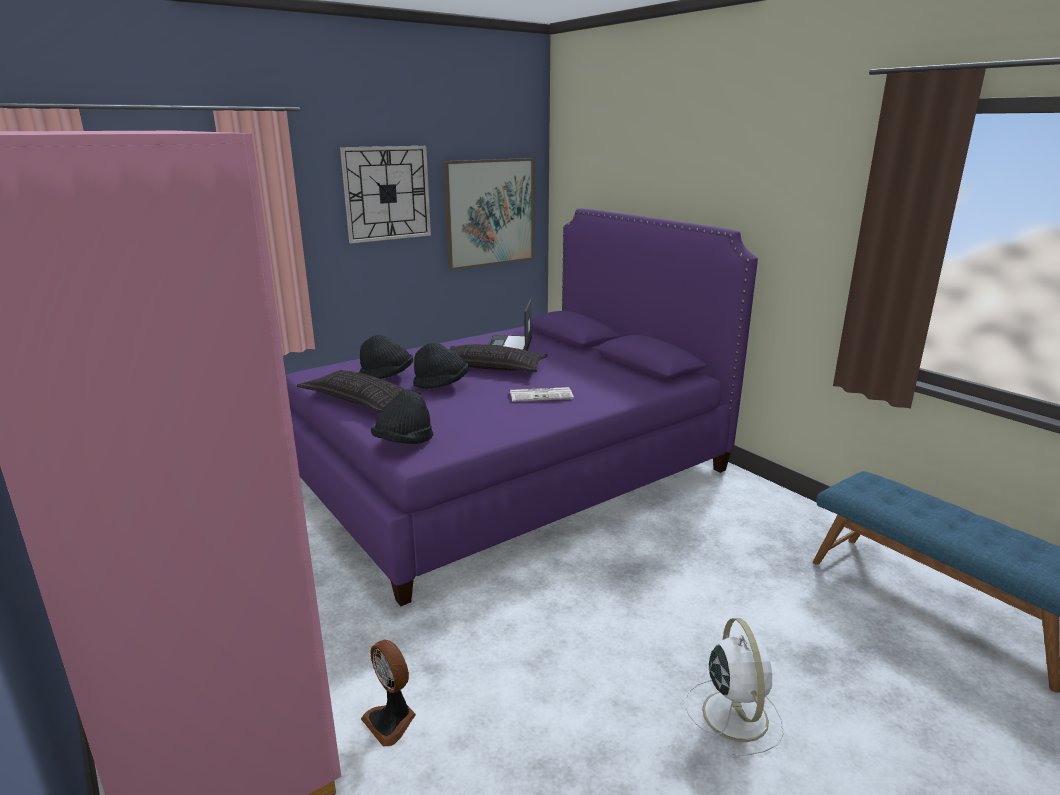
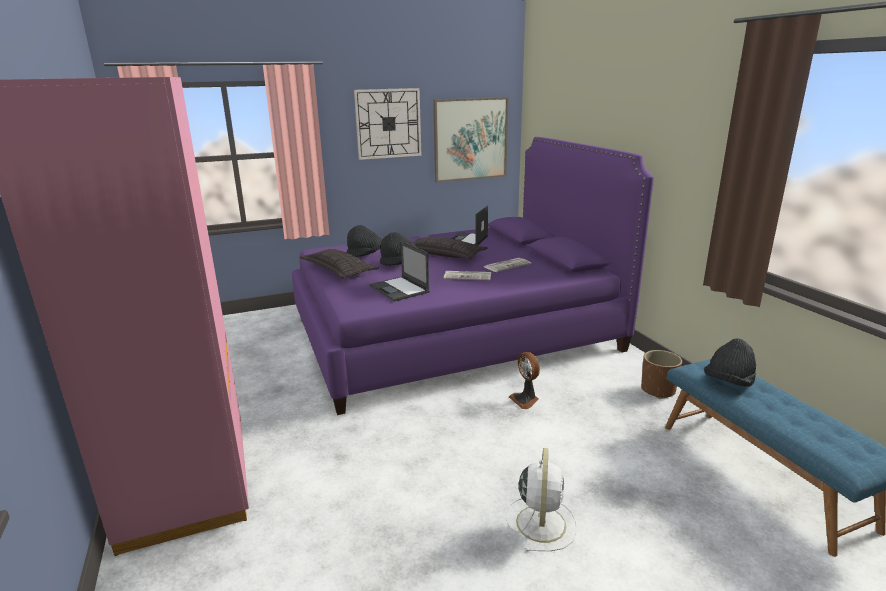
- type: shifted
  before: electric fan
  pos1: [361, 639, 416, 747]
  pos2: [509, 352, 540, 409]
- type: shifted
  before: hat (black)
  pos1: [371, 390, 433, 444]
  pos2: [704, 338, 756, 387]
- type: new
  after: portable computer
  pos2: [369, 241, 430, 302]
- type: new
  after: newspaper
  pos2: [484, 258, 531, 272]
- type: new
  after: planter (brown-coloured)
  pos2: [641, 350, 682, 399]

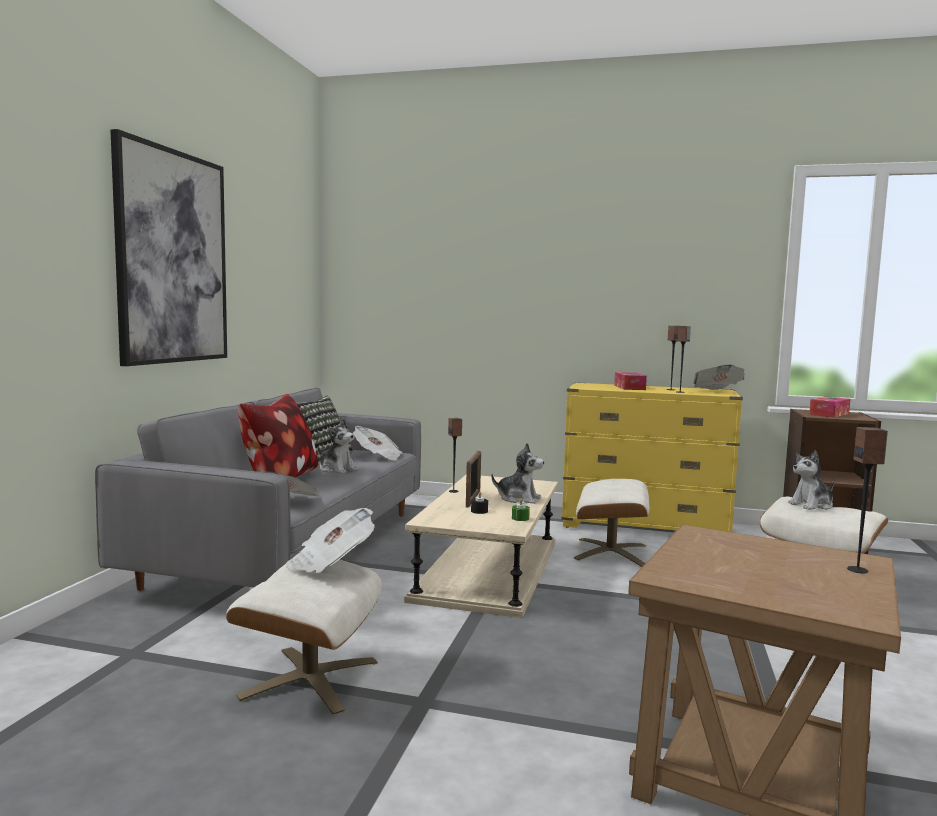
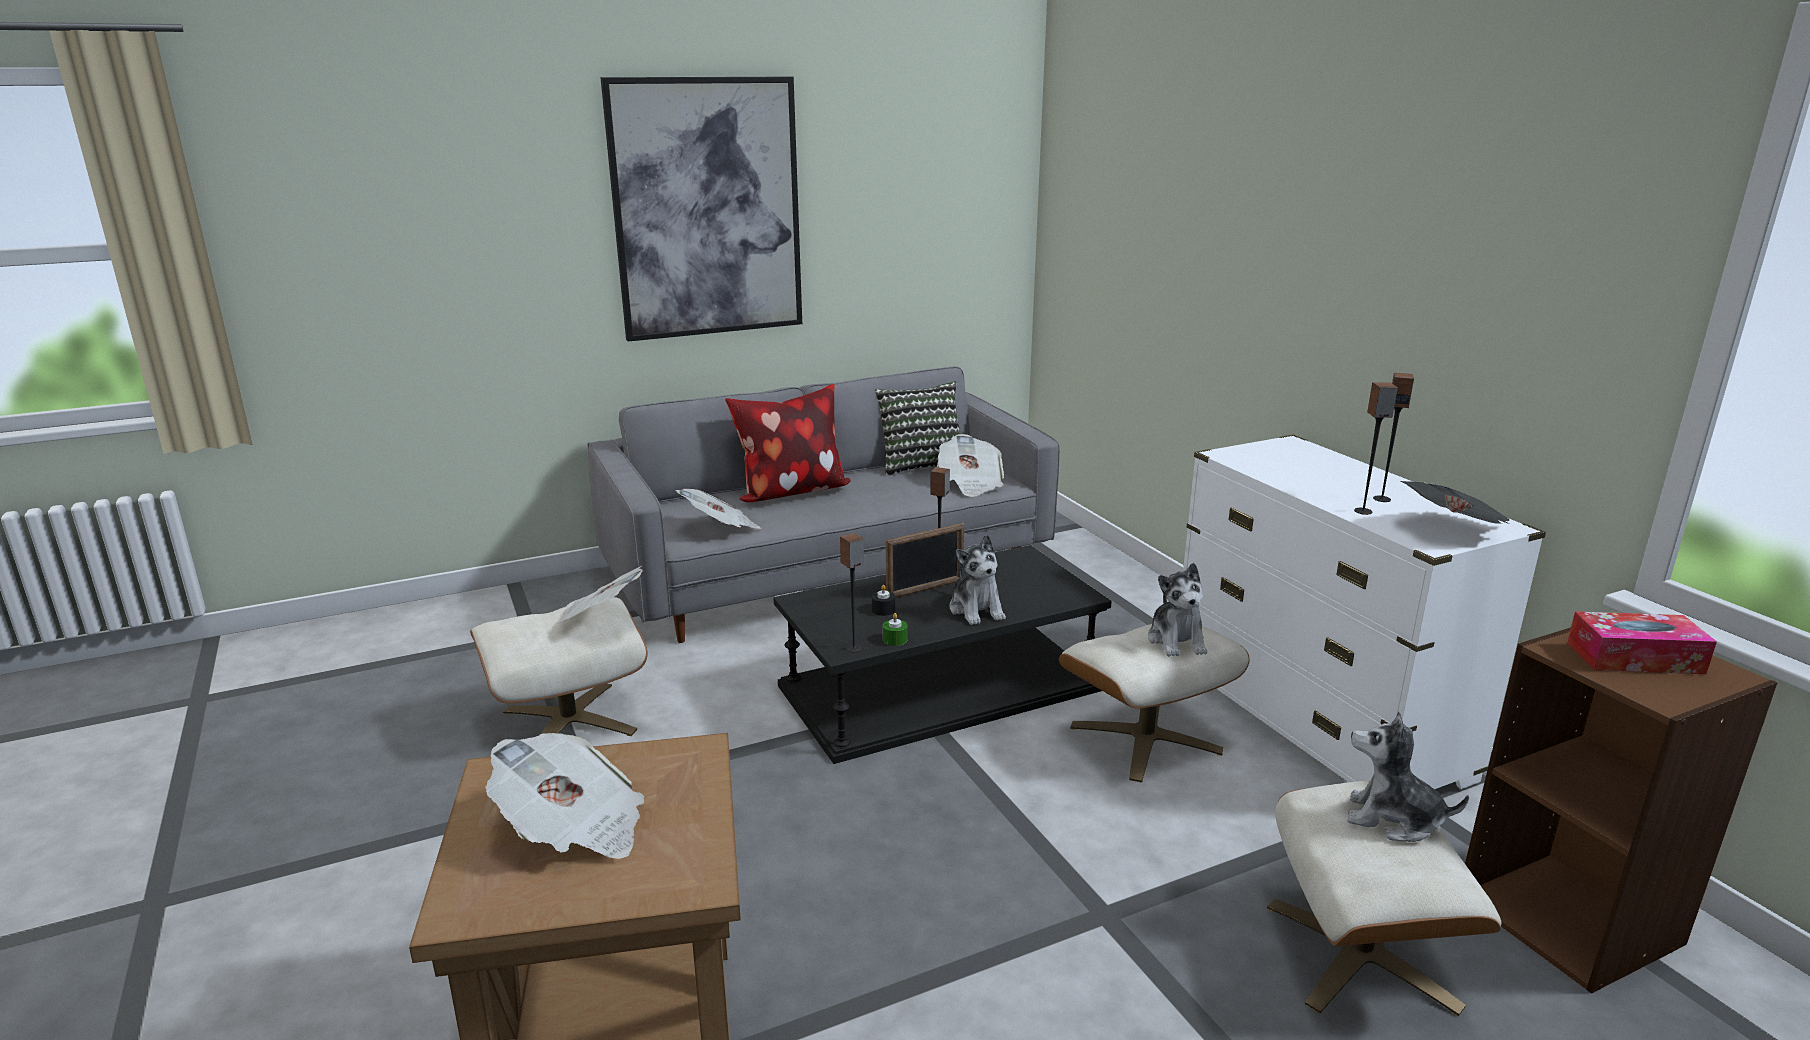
- type: shifted
  before: soft toy
  pos1: [318, 419, 358, 474]
  pos2: [1148, 563, 1207, 657]
- type: repainted
  before: lounge table (beige-coloured)
  after: lounge table (black)
  pos1: [404, 475, 558, 618]
  pos2: [773, 545, 1112, 764]
- type: repainted
  before: chest of drawers (yellow)
  after: chest of drawers (whitish)
  pos1: [561, 382, 743, 532]
  pos2: [1183, 435, 1546, 789]
- type: gone
  before: tissue holder
  pos1: [614, 372, 647, 390]
- type: shifted
  before: audio speaker
  pos1: [847, 427, 888, 573]
  pos2: [840, 533, 864, 652]
- type: new
  after: newspaper
  pos2: [485, 733, 644, 859]

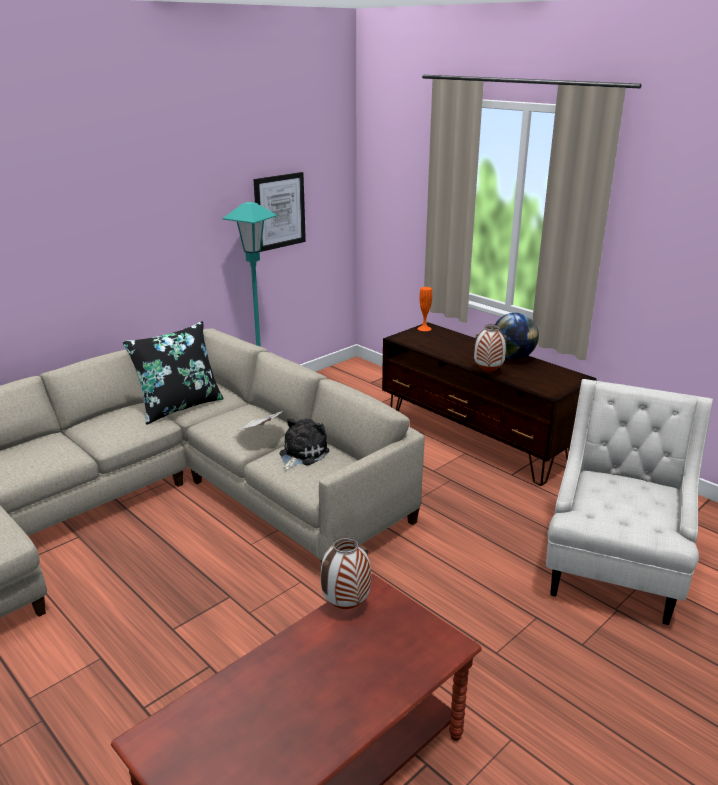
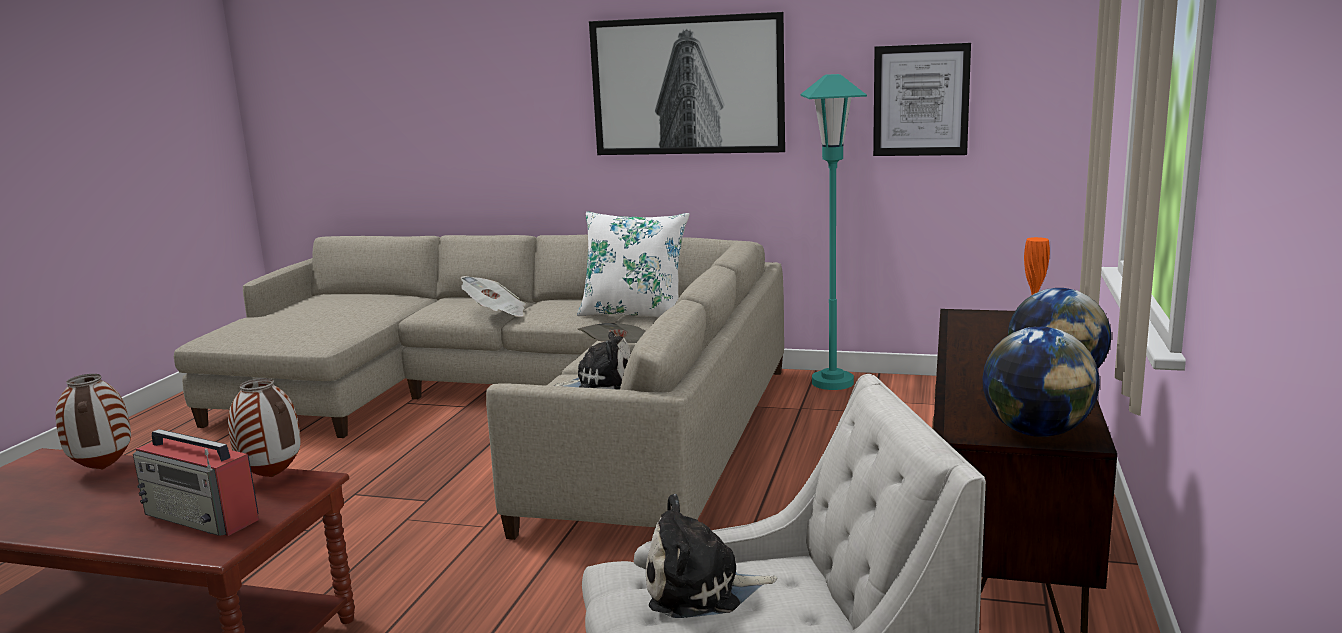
- type: repainted
  before: pillow (black)
  after: pillow (whitish)
  pos1: [122, 321, 224, 425]
  pos2: [577, 211, 689, 317]
- type: shifted
  before: decorative vase
  pos1: [474, 324, 507, 372]
  pos2: [56, 374, 131, 470]
- type: new
  after: radio set
  pos2: [133, 429, 259, 536]
- type: new
  after: newspaper
  pos2: [461, 276, 525, 317]
- type: new
  after: picture
  pos2: [589, 12, 785, 155]
- type: new
  after: soft toy
  pos2: [646, 494, 777, 618]
- type: new
  after: world globe
  pos2: [983, 327, 1100, 437]

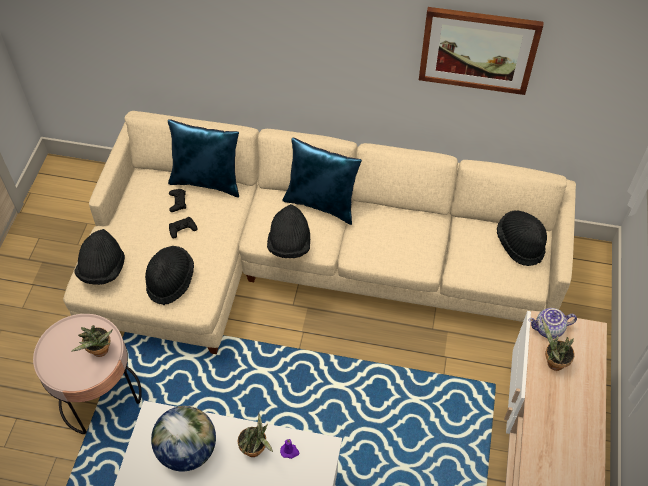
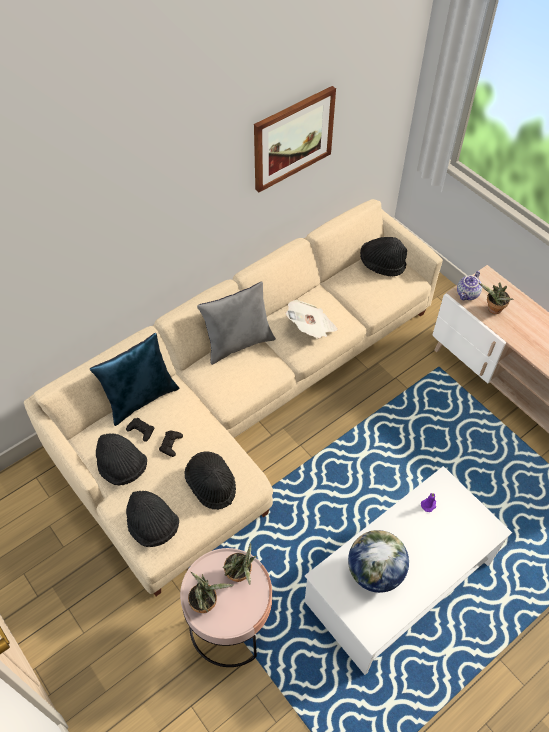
- type: shifted
  before: houseplant
  pos1: [238, 413, 273, 457]
  pos2: [188, 572, 234, 613]
- type: shifted
  before: hat (black)
  pos1: [267, 204, 310, 258]
  pos2: [96, 433, 147, 486]
- type: repainted
  before: pillow (blue)
  after: pillow (grey)
  pos1: [282, 137, 362, 225]
  pos2: [197, 281, 276, 365]
- type: new
  after: newspaper
  pos2: [285, 300, 338, 339]

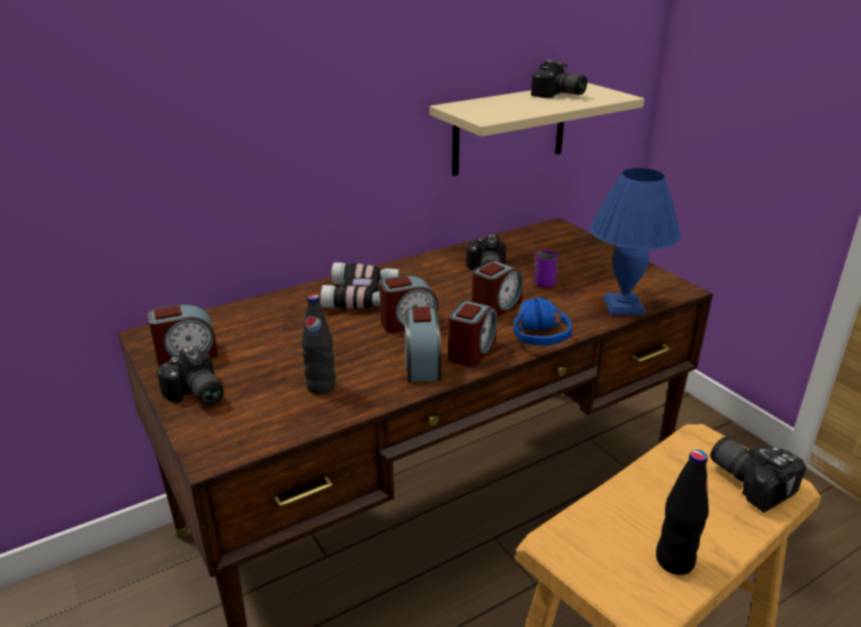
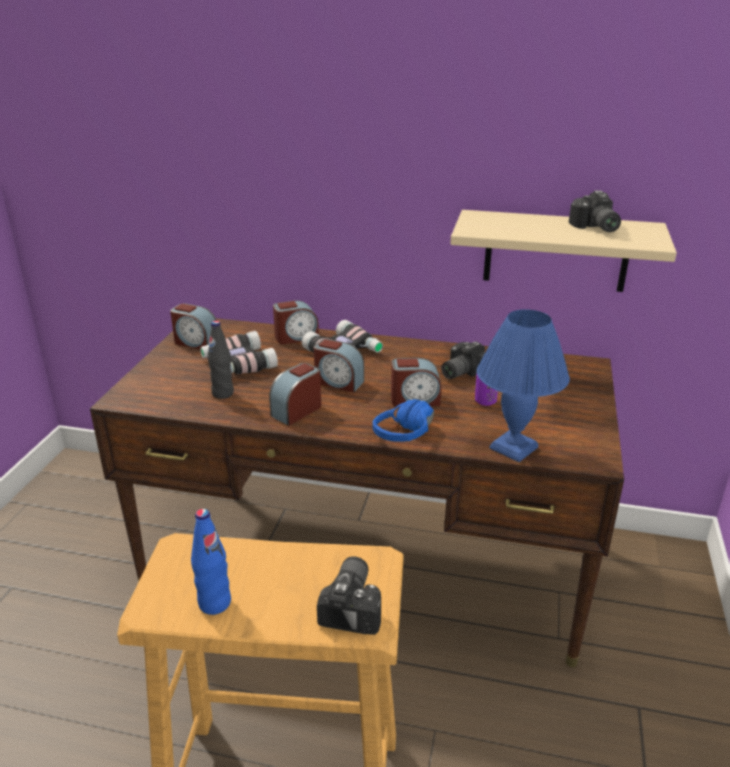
- type: gone
  before: still camera
  pos1: [157, 346, 224, 406]
- type: shifted
  before: table clock
  pos1: [448, 301, 497, 367]
  pos2: [273, 301, 319, 344]
- type: repainted
  before: bottle (black)
  after: bottle (blue)
  pos1: [656, 450, 709, 575]
  pos2: [191, 509, 231, 615]
- type: new
  after: field glasses
  pos2: [200, 331, 278, 374]

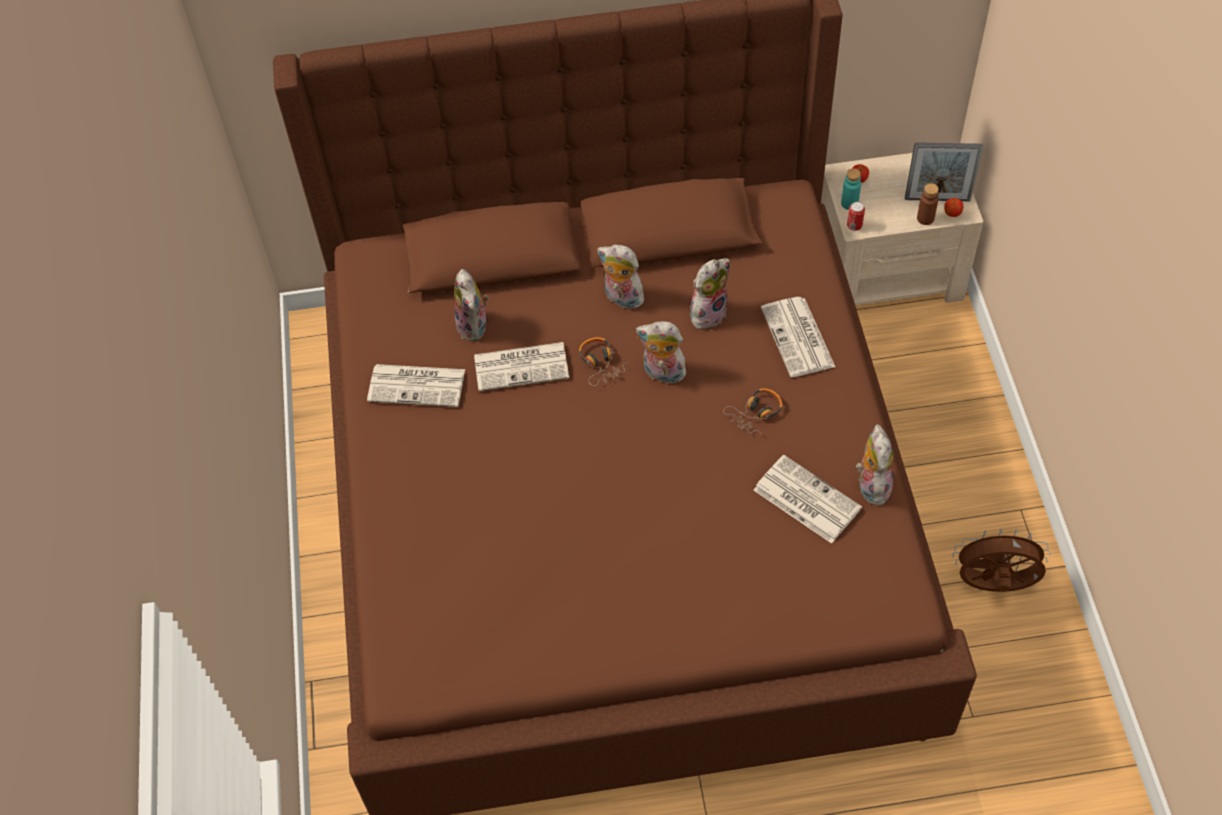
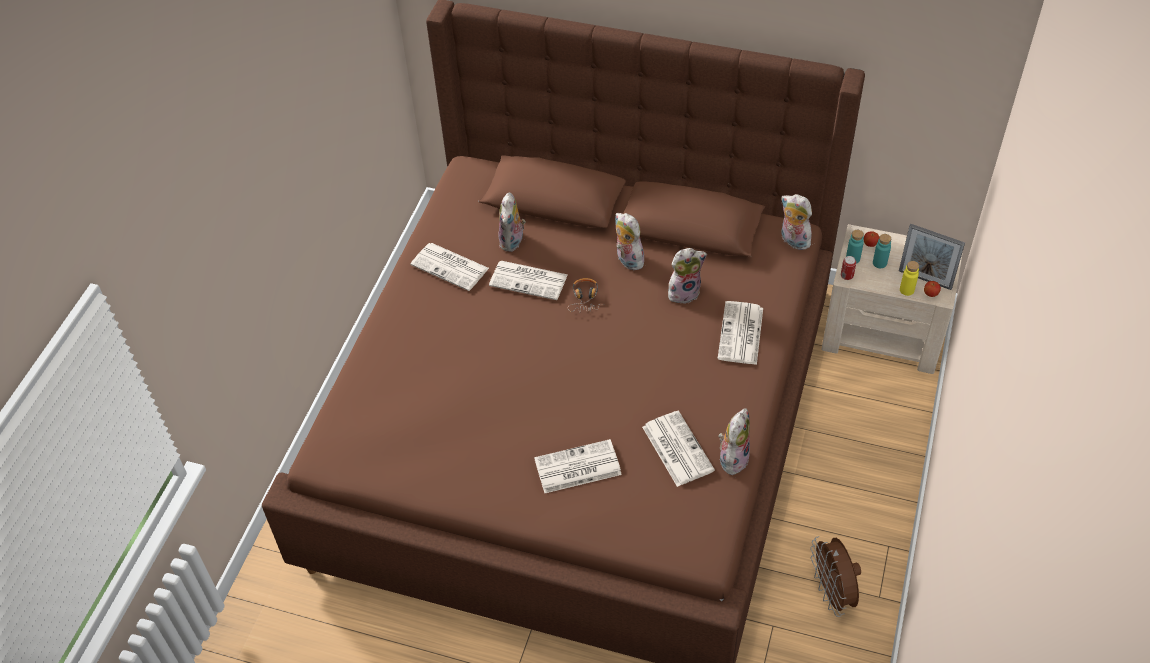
- type: shifted
  before: soft toy
  pos1: [636, 321, 688, 384]
  pos2: [781, 194, 812, 250]
- type: gone
  before: headset
  pos1: [723, 388, 782, 434]
- type: repainted
  before: bottle (brown-coloured)
  after: bottle (yellow)
  pos1: [917, 183, 939, 225]
  pos2: [900, 261, 919, 296]
- type: rotated
  before: electric fan (brown-coloured)
  pos1: [952, 528, 1051, 592]
  pos2: [810, 536, 861, 617]
  turn: -135
- type: new
  after: newspaper
  pos2: [534, 439, 622, 493]
- type: new
  after: bottle (turquoise)
  pos2: [873, 234, 891, 268]

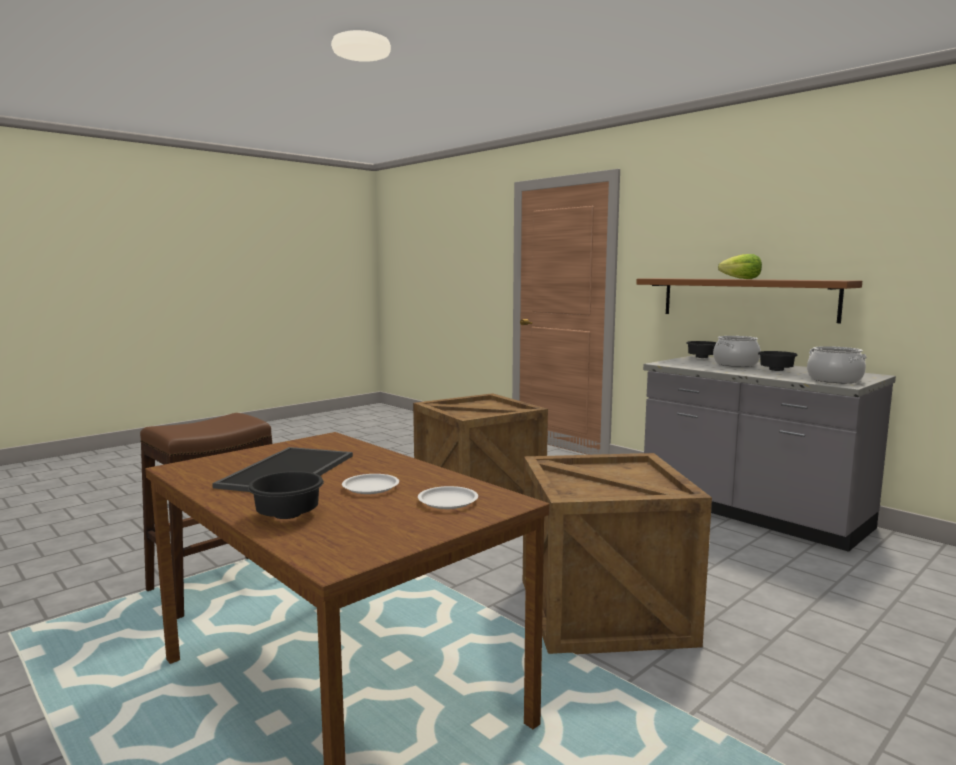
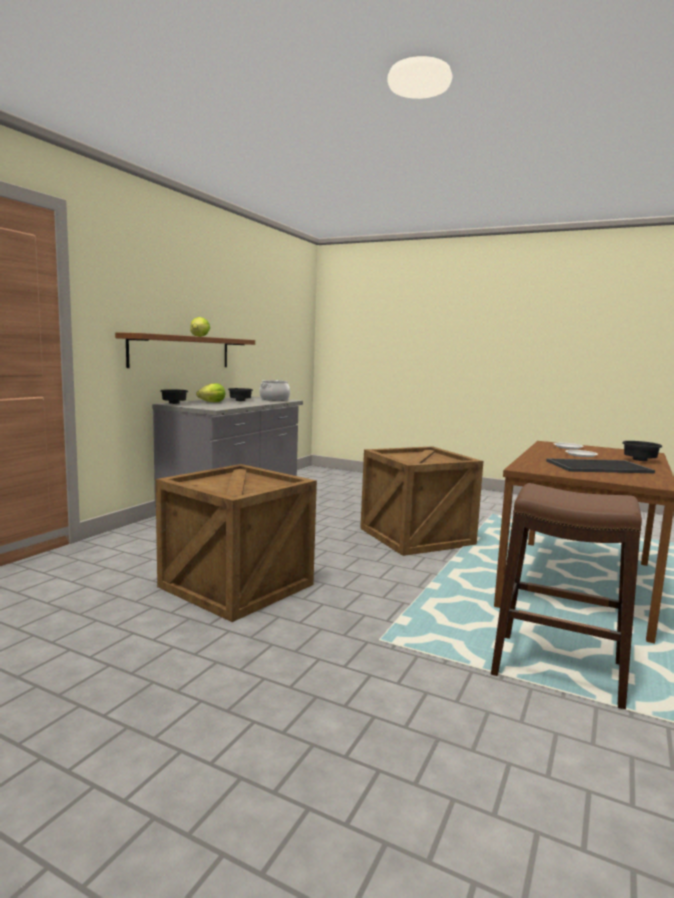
- type: swapped
  before: stockpot
  after: head of lettuce
  pos1: [713, 336, 761, 367]
  pos2: [196, 383, 226, 402]

